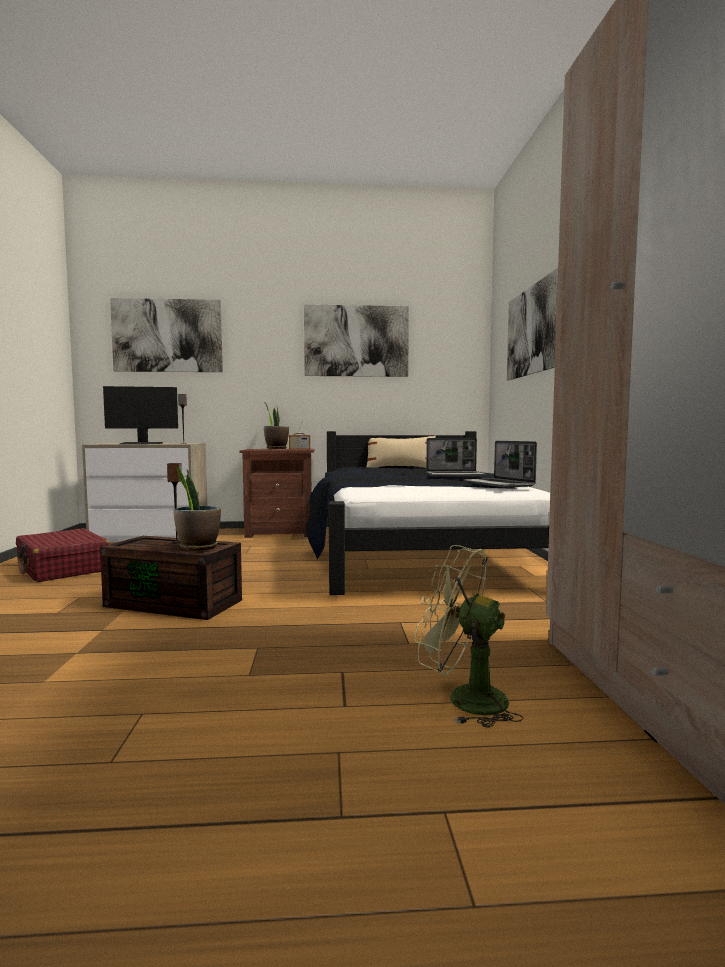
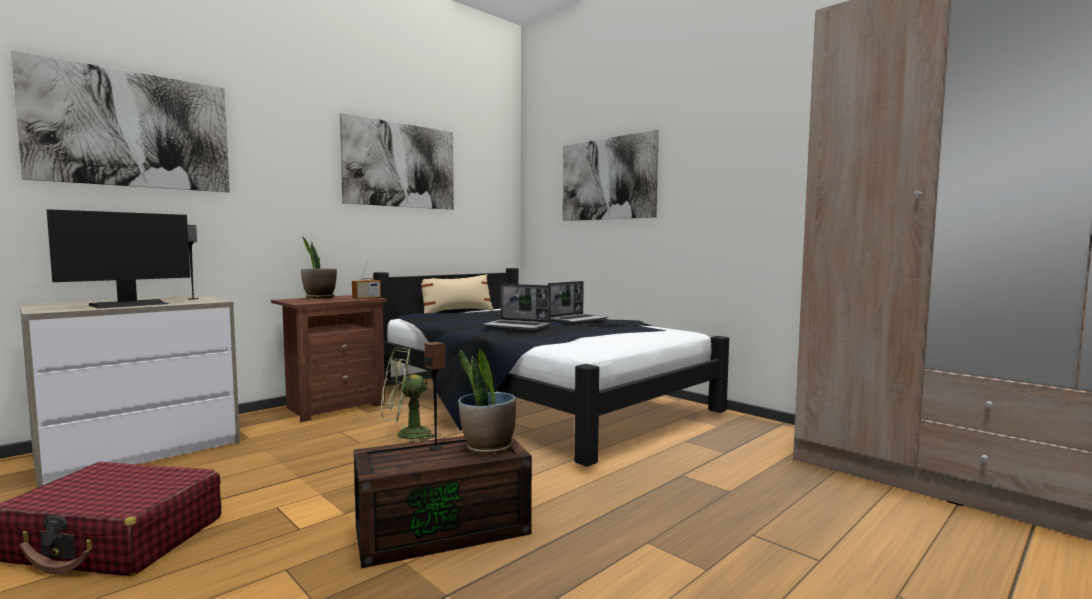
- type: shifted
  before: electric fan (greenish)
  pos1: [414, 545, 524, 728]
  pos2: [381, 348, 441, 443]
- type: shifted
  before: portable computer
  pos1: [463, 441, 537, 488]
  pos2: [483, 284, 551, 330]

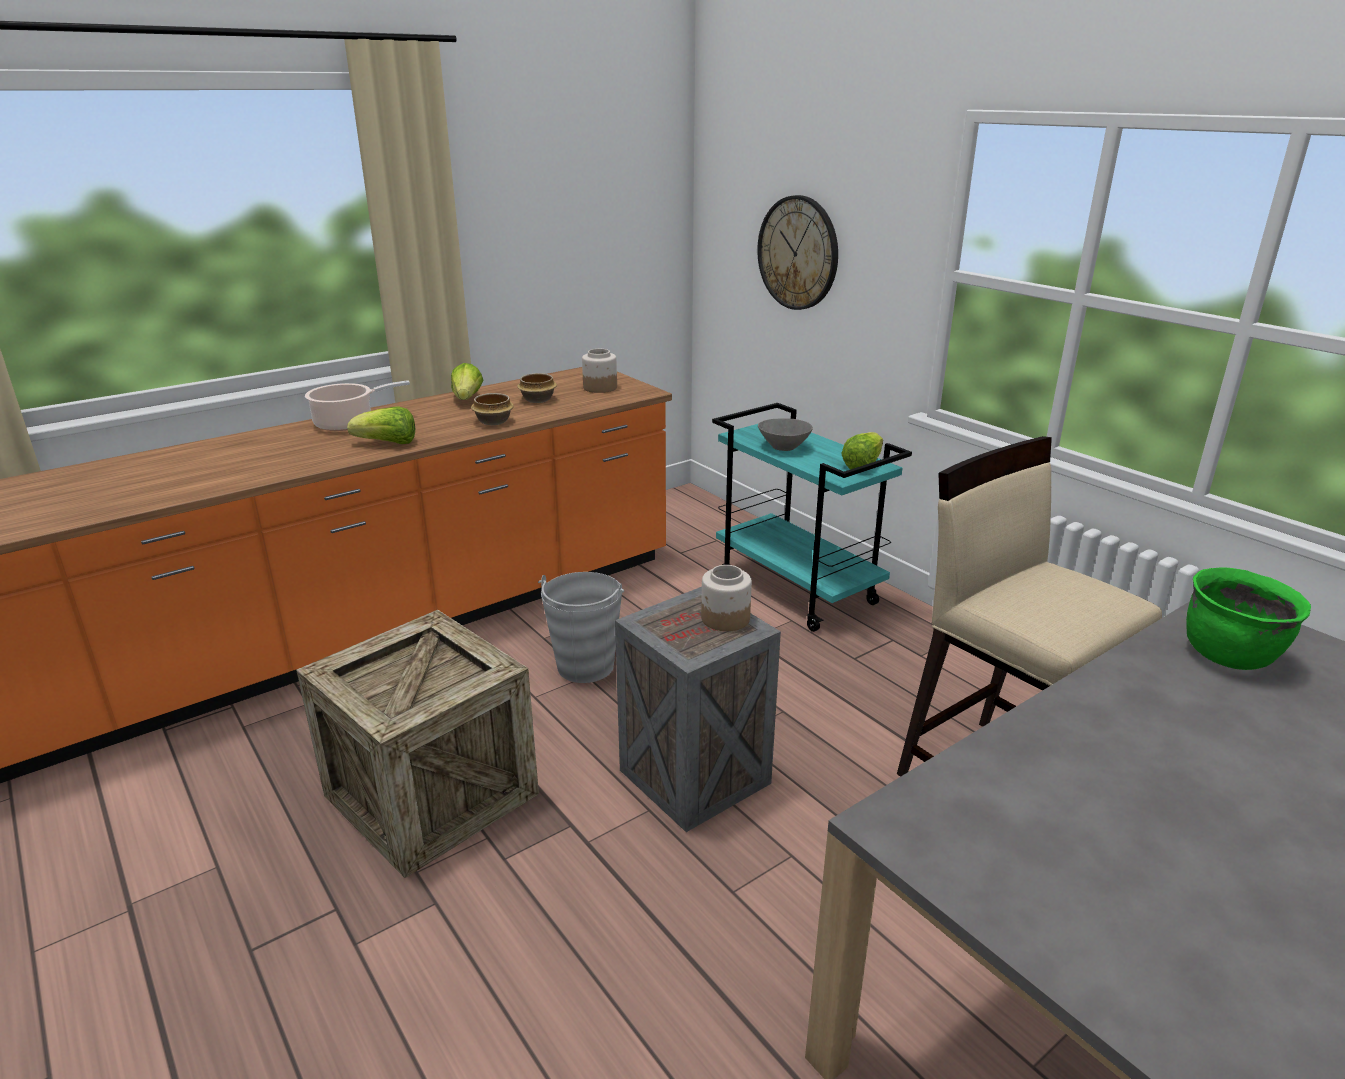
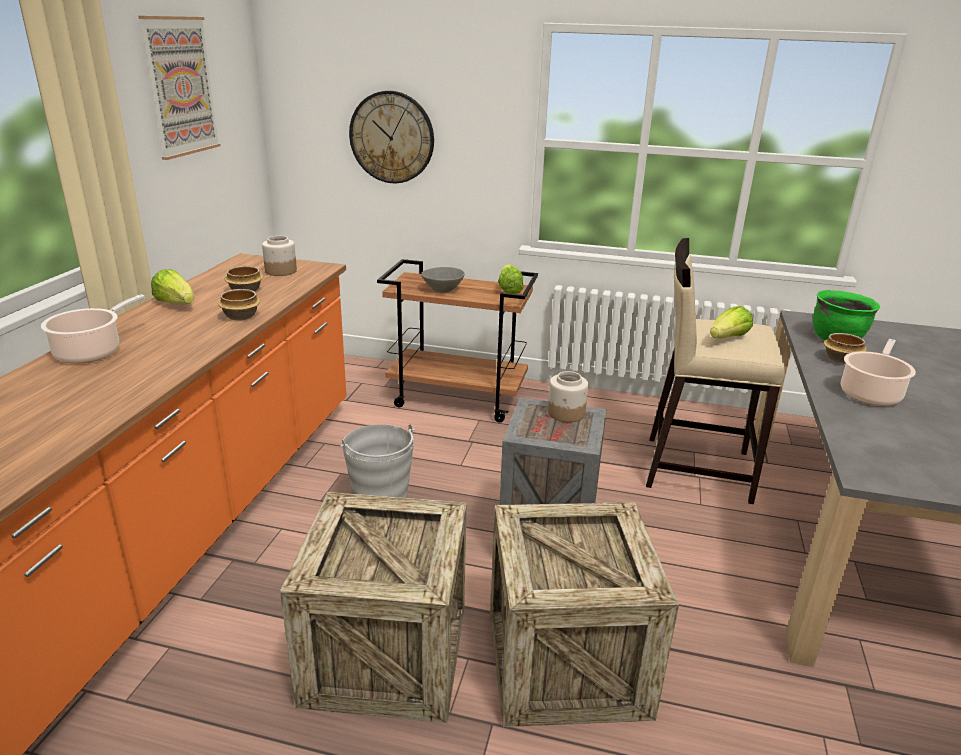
- type: shifted
  before: head of lettuce
  pos1: [347, 406, 415, 444]
  pos2: [710, 306, 753, 339]
- type: repainted
  before: trolley (turquoise)
  after: trolley (brown-coloured)
  pos1: [712, 403, 912, 632]
  pos2: [377, 259, 538, 422]
- type: new
  after: picture
  pos2: [139, 16, 221, 160]
- type: new
  after: shipping crate
  pos2: [490, 502, 679, 727]
- type: new
  after: bowl
  pos2: [823, 333, 867, 364]
- type: new
  after: stockpot
  pos2: [841, 339, 916, 406]

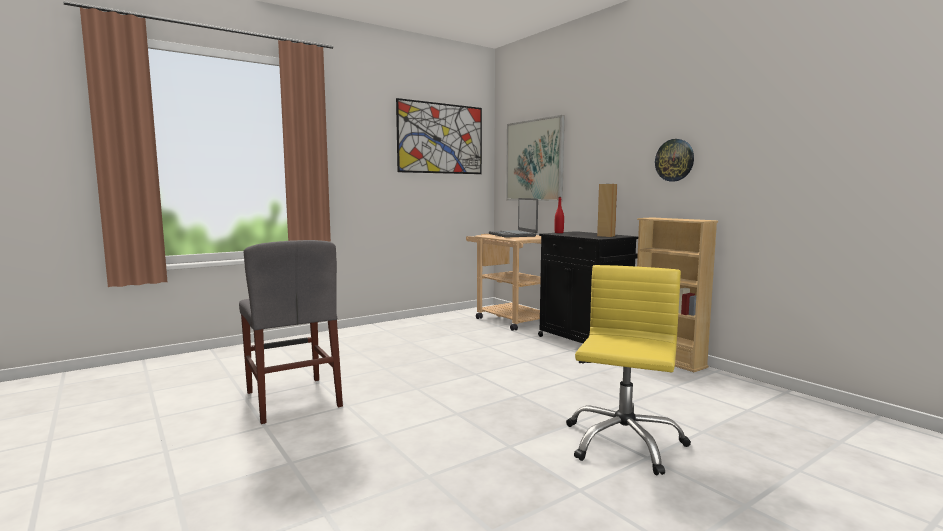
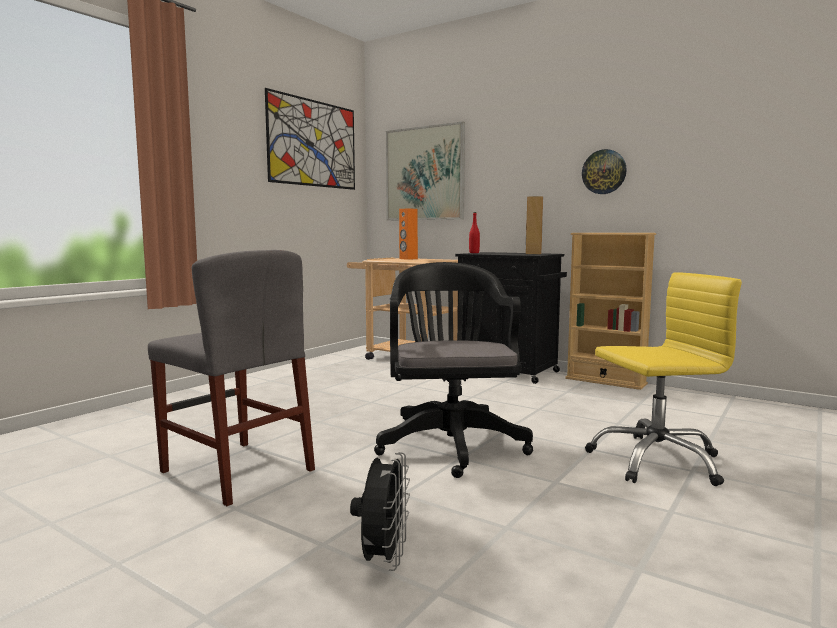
- type: swapped
  before: portable computer
  after: audio speaker (orangey)
  pos1: [489, 198, 538, 238]
  pos2: [399, 208, 418, 260]
- type: rotated
  before: desk chair (yellow)
  pos1: [566, 265, 691, 475]
  pos2: [585, 272, 742, 486]
  turn: 75
- type: new
  after: electric fan (black)
  pos2: [350, 452, 410, 571]
- type: new
  after: desk chair (black)
  pos2: [374, 262, 533, 478]

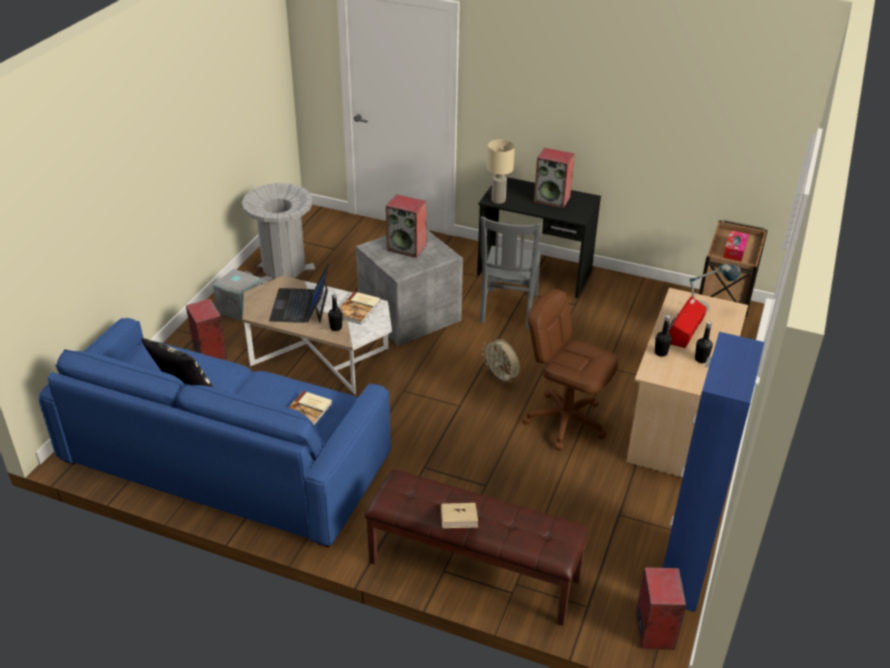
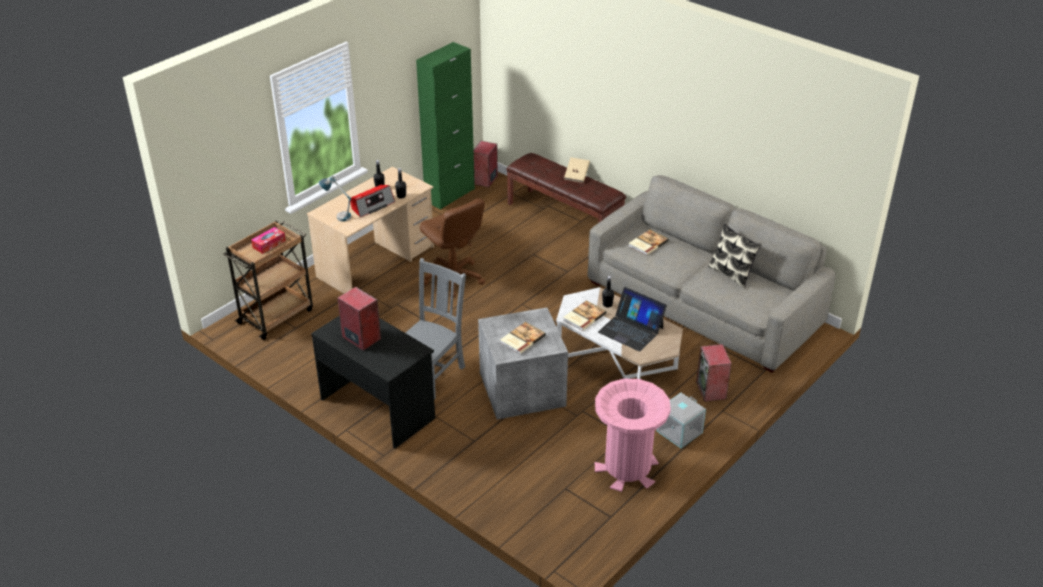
- type: repainted
  before: couch (blue)
  after: couch (grey)
  pos1: [39, 318, 391, 548]
  pos2: [588, 175, 836, 372]
- type: repainted
  before: rubbish bin (grey)
  after: rubbish bin (pink-coloured)
  pos1: [242, 183, 316, 284]
  pos2: [595, 379, 671, 492]
- type: rotated
  before: portable computer
  pos1: [269, 263, 329, 323]
  pos2: [598, 287, 667, 351]
  turn: 105
- type: swapped
  before: audio speaker
  after: book
  pos1: [386, 194, 427, 258]
  pos2: [500, 322, 546, 354]
- type: gone
  before: electric fan (beige-coloured)
  pos1: [482, 339, 520, 385]
- type: gone
  before: tabletop lamp (beige-coloured)
  pos1: [487, 140, 515, 204]
- type: repainted
  before: cabinet (blue)
  after: cabinet (greenish)
  pos1: [663, 332, 764, 612]
  pos2: [416, 42, 475, 210]

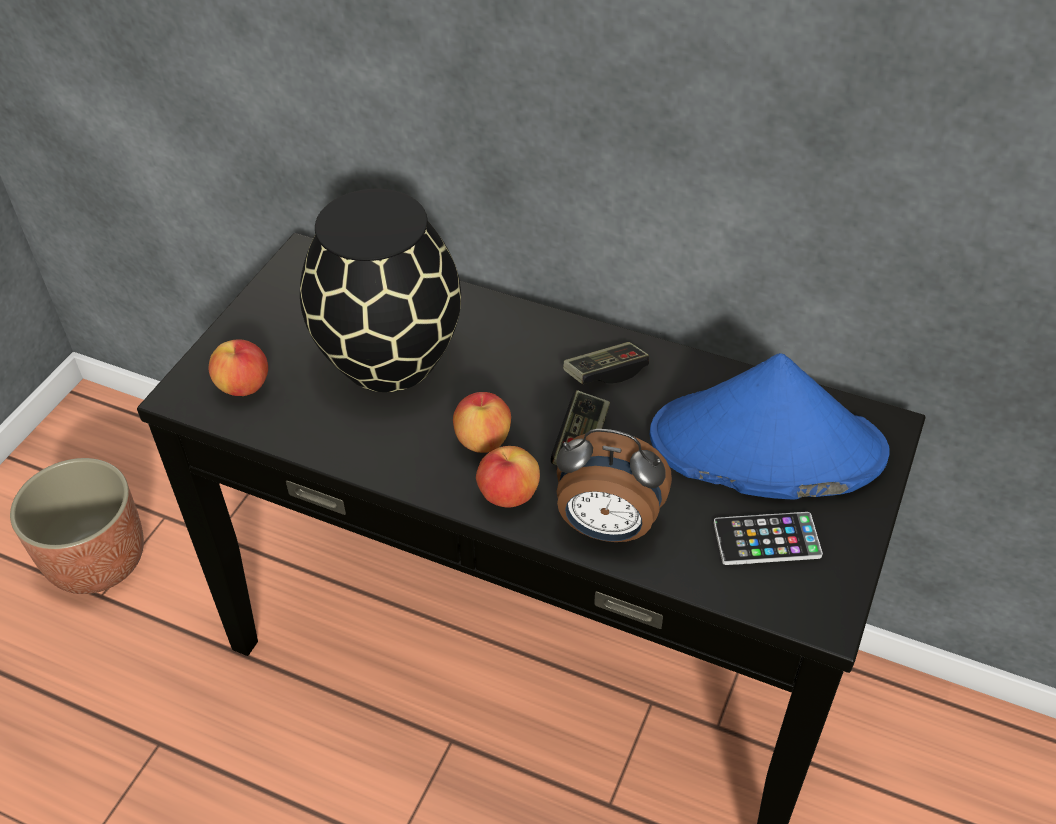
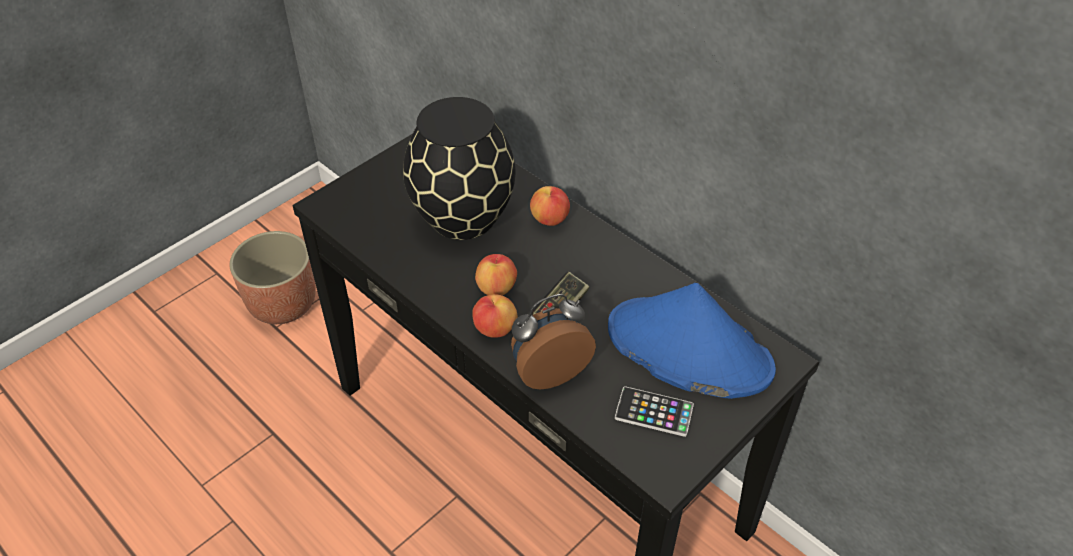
- type: shifted
  before: whole apple
  pos1: [209, 339, 268, 396]
  pos2: [530, 186, 570, 226]
- type: rotated
  before: table clock
  pos1: [556, 429, 672, 542]
  pos2: [511, 294, 596, 389]
  turn: 120
- type: gone
  before: joypad
  pos1: [563, 342, 649, 384]

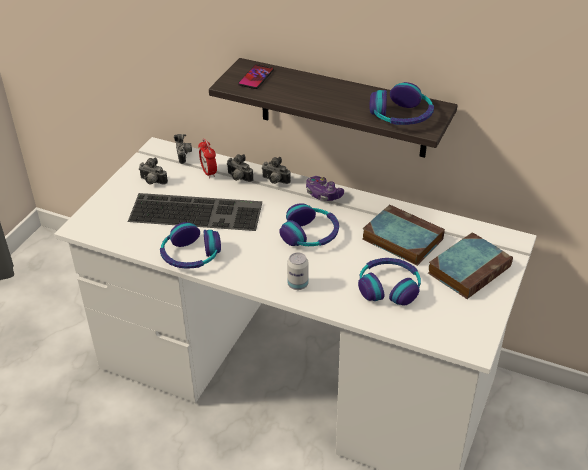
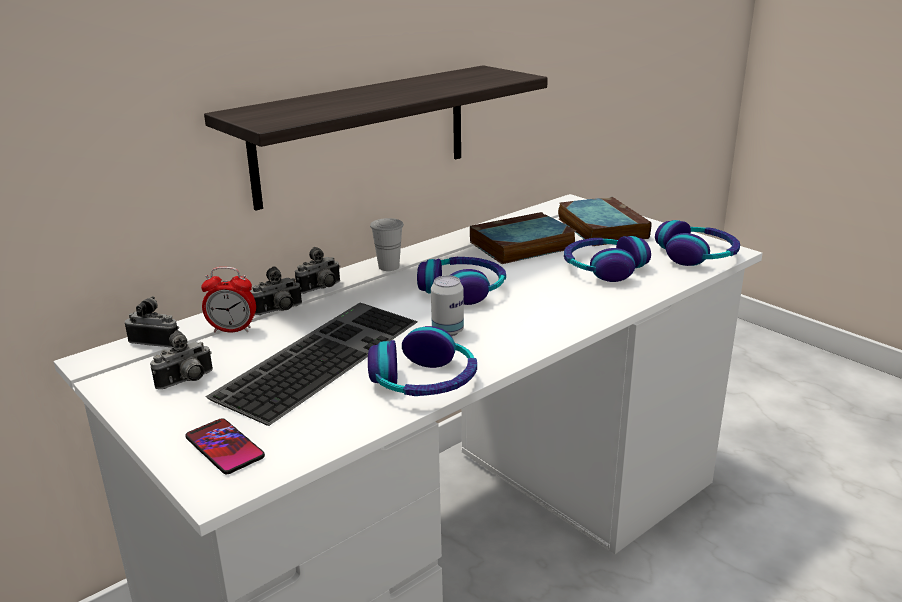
- type: shifted
  before: handset
  pos1: [238, 64, 274, 89]
  pos2: [185, 418, 265, 474]
- type: shifted
  before: metal can
  pos1: [287, 253, 308, 290]
  pos2: [431, 275, 464, 336]
- type: swapped
  before: joypad
  after: small cup (whitish)
  pos1: [306, 176, 344, 201]
  pos2: [370, 218, 404, 271]
- type: shifted
  before: headset
  pos1: [370, 82, 434, 125]
  pos2: [655, 220, 740, 266]

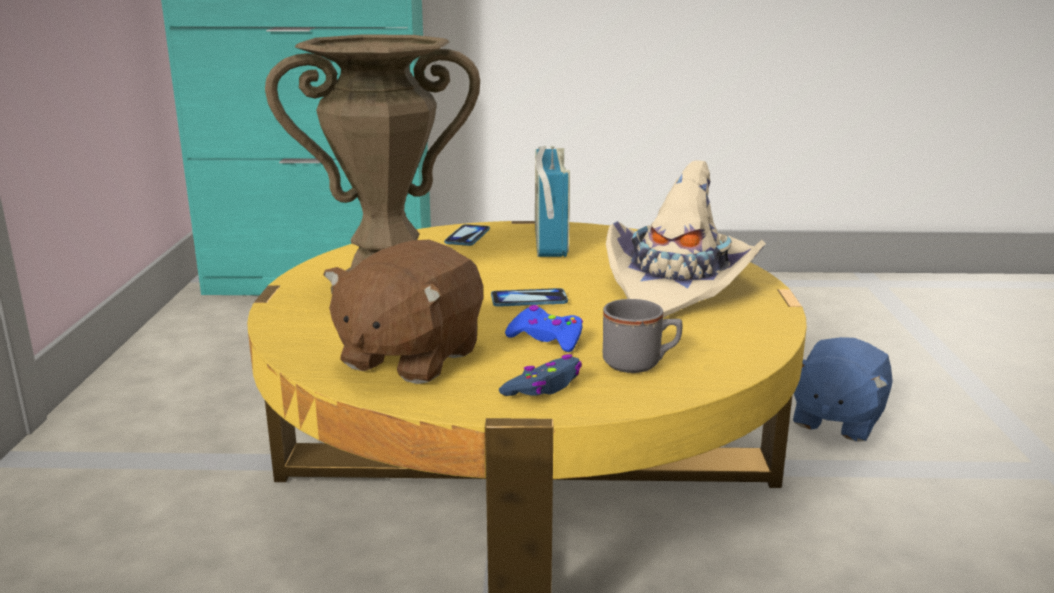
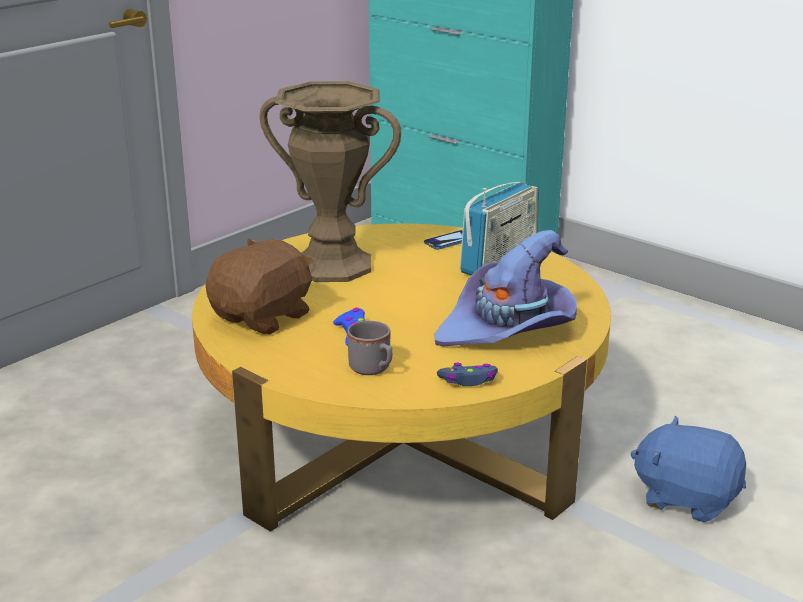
- type: rotated
  before: soft toy (brown-coloured)
  pos1: [323, 240, 483, 384]
  pos2: [206, 238, 314, 335]
  turn: 150
- type: gone
  before: handset
  pos1: [491, 288, 568, 307]
- type: shifted
  before: joypad (blue)
  pos1: [499, 354, 582, 396]
  pos2: [437, 363, 498, 386]
- type: repainted
  before: hat (beige-coloured)
  after: hat (purple-coloured)
  pos1: [606, 160, 766, 318]
  pos2: [434, 230, 577, 347]
- type: rotated
  before: soft toy (blue)
  pos1: [793, 337, 893, 442]
  pos2: [630, 416, 746, 522]
  turn: 45

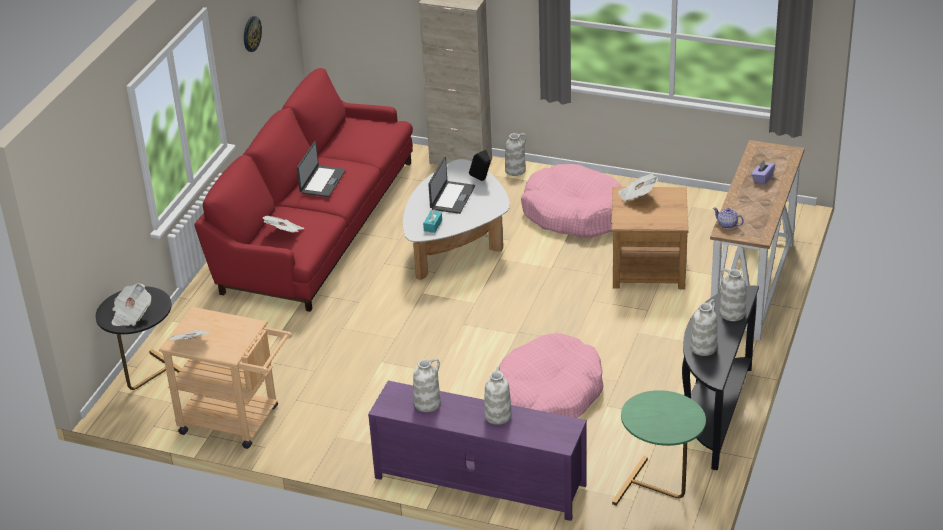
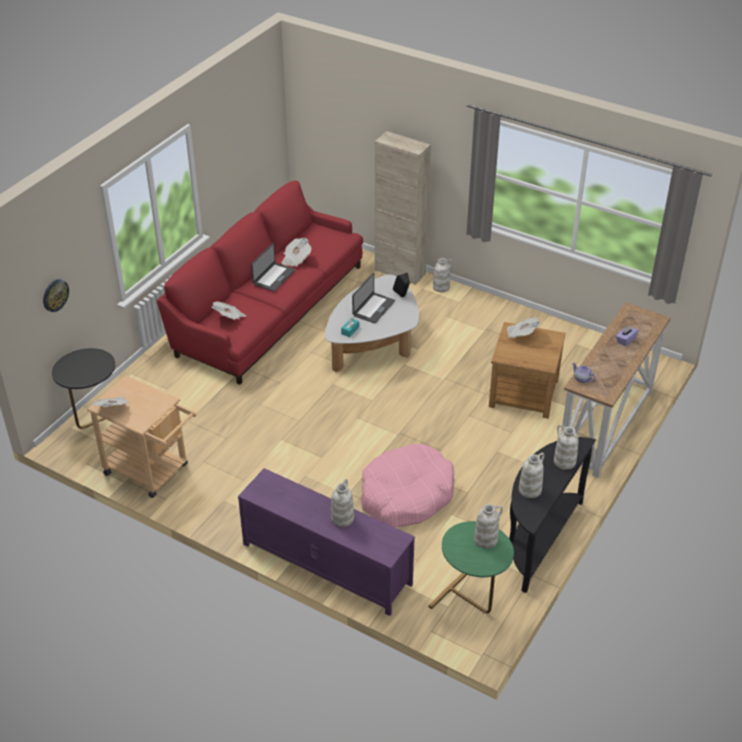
- type: shifted
  before: newspaper
  pos1: [112, 283, 151, 326]
  pos2: [282, 238, 311, 267]
- type: shifted
  before: hanging clock
  pos1: [244, 16, 262, 52]
  pos2: [43, 279, 69, 312]
- type: shifted
  before: decorative vase (whitish)
  pos1: [413, 358, 441, 412]
  pos2: [474, 504, 503, 549]
- type: gone
  before: dog cushion (pink-coloured)
  pos1: [521, 164, 622, 238]

